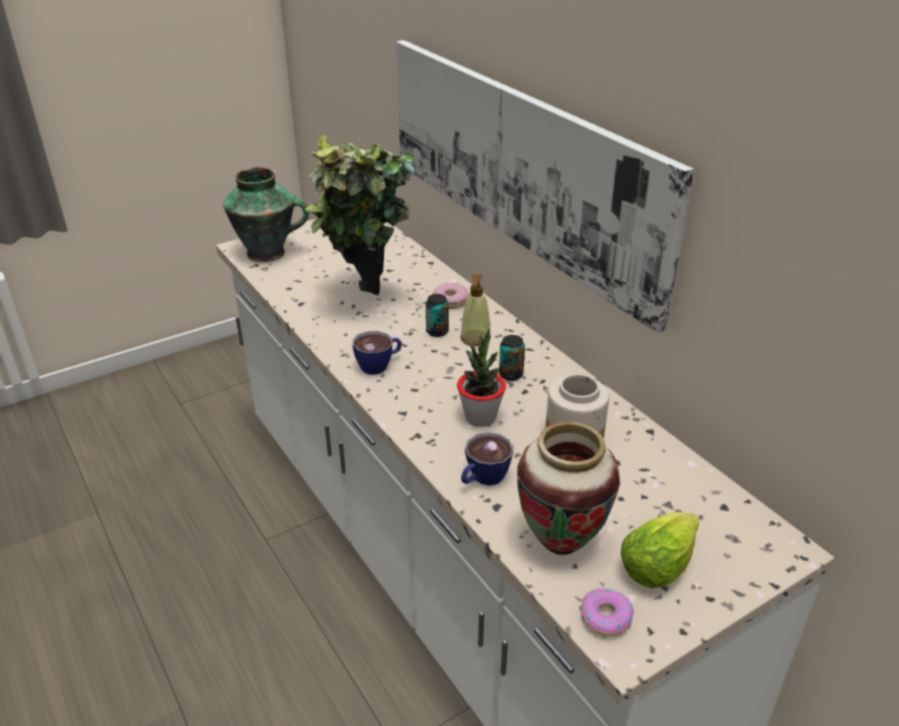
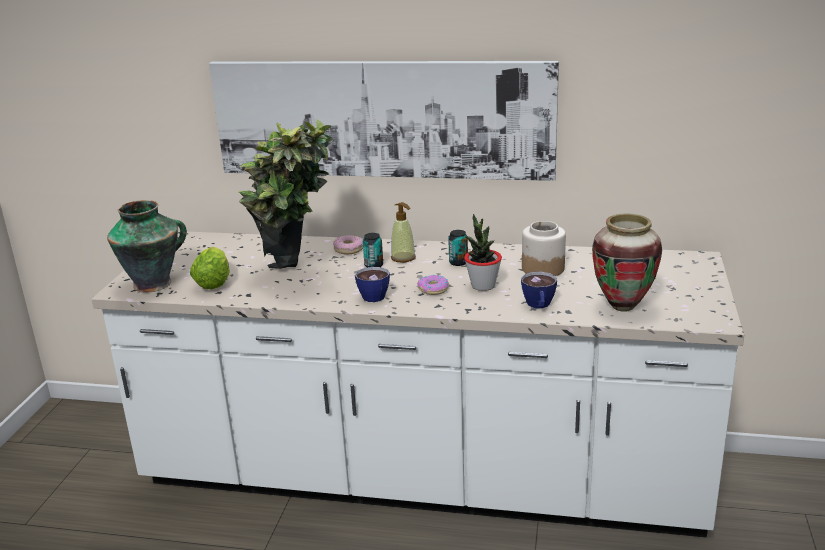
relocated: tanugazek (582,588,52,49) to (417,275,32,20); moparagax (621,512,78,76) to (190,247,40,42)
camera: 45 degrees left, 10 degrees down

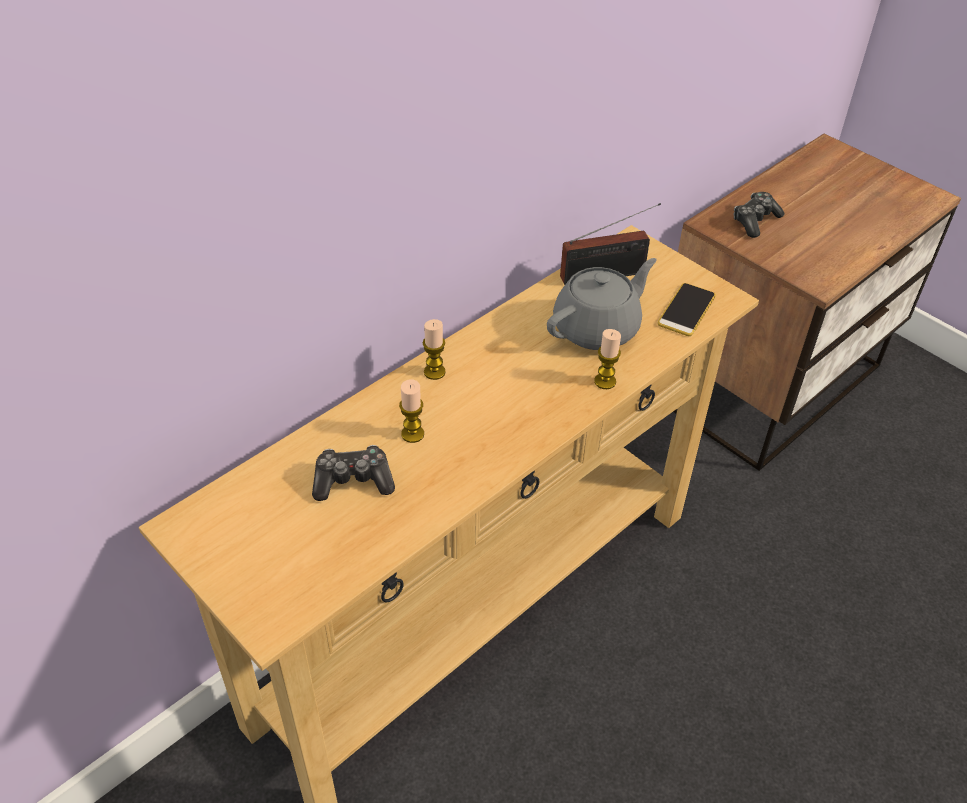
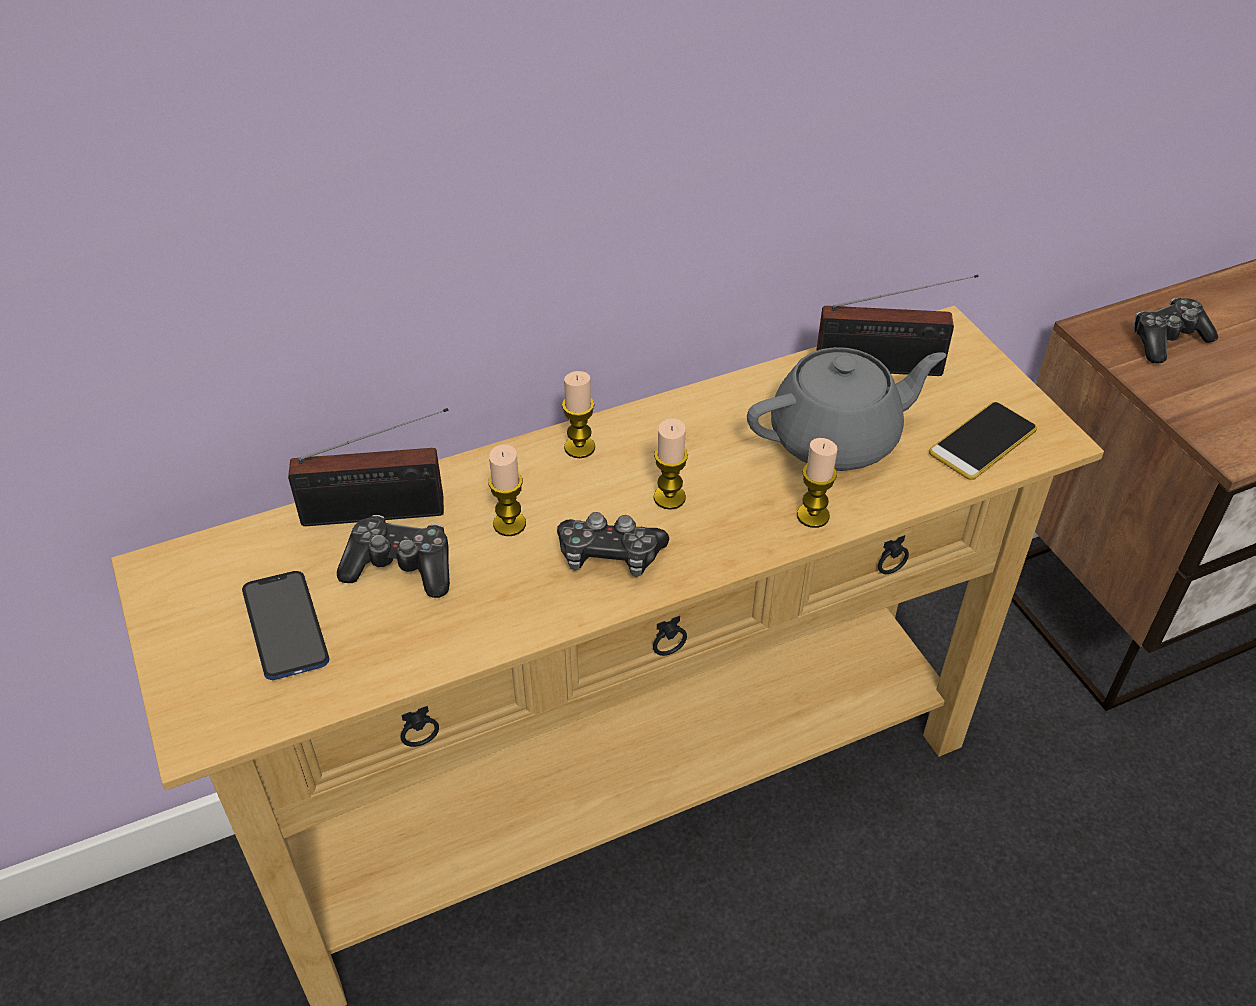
appeared: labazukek (242,571,87,109); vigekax (288,408,160,118); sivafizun (557,512,112,65); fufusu (654,418,34,92)
camera: 20 degrees right, 0 degrees up

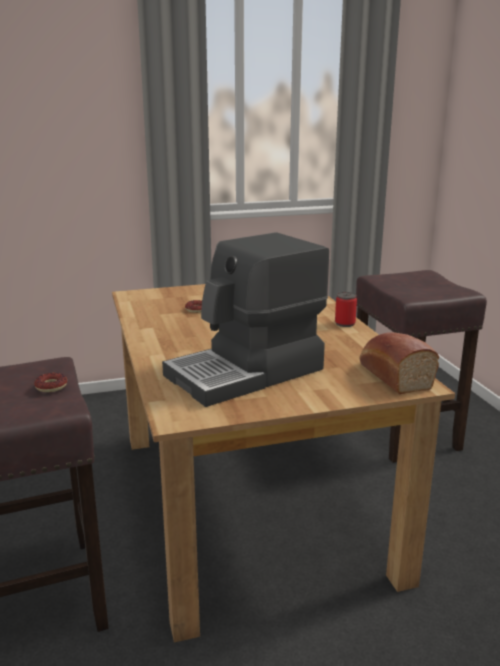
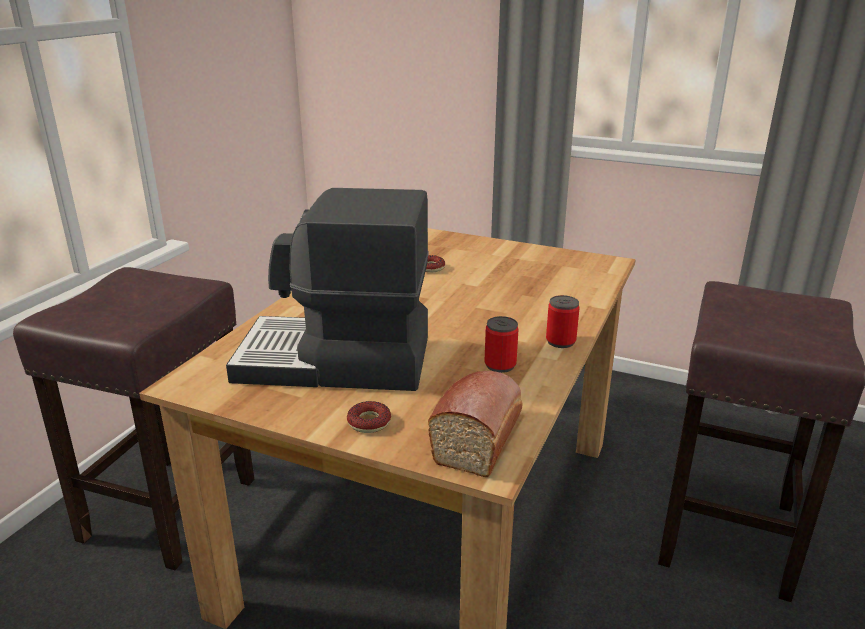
appeared: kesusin (484,316,34,57)
relocated: tanugazek (34,373,33,19) to (347,401,44,32)
camera: 40 degrees right, 5 degrees up

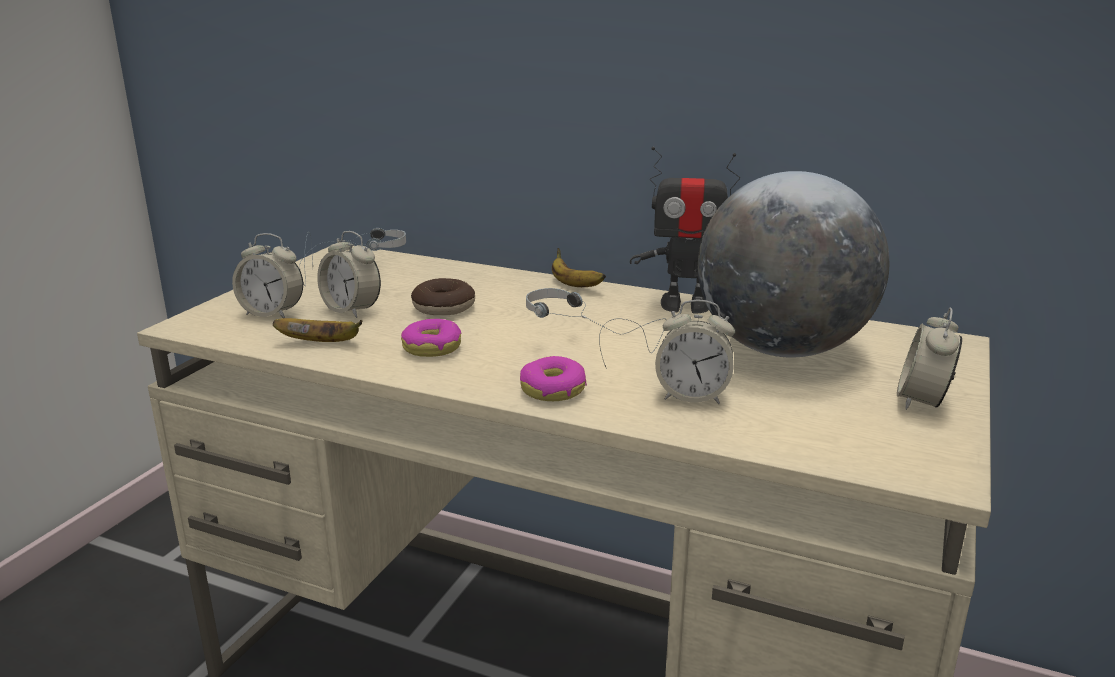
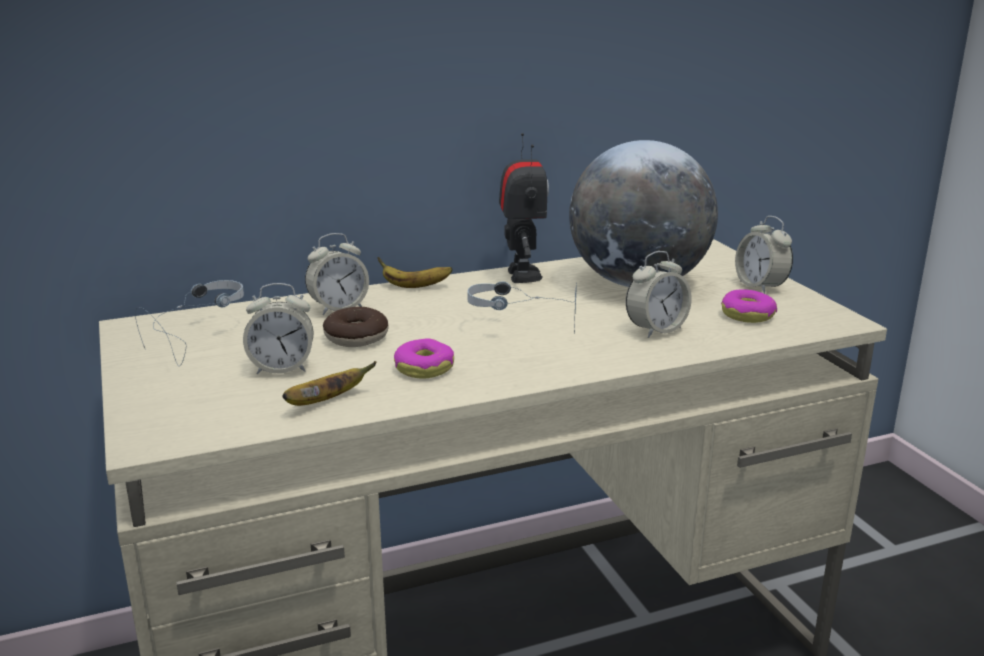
relocated: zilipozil (232,233,71,85) to (305,233,64,82); tanugazek (520,356,67,45) to (721,290,56,33)
spun: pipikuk (630,146,110,168) = (499,133,50,150) 60 degrees counterclockwise
camera: 45 degrees left, 0 degrees up

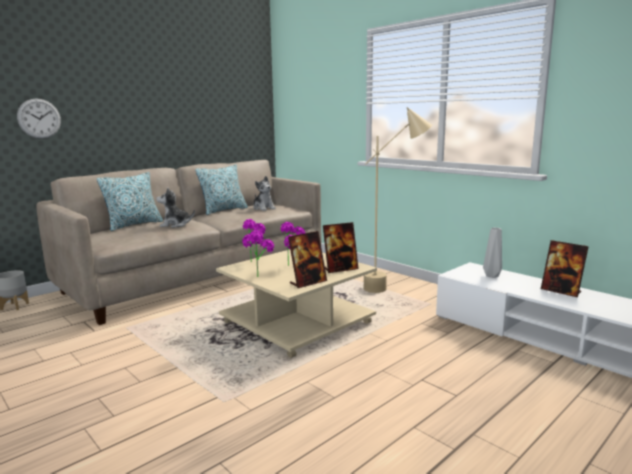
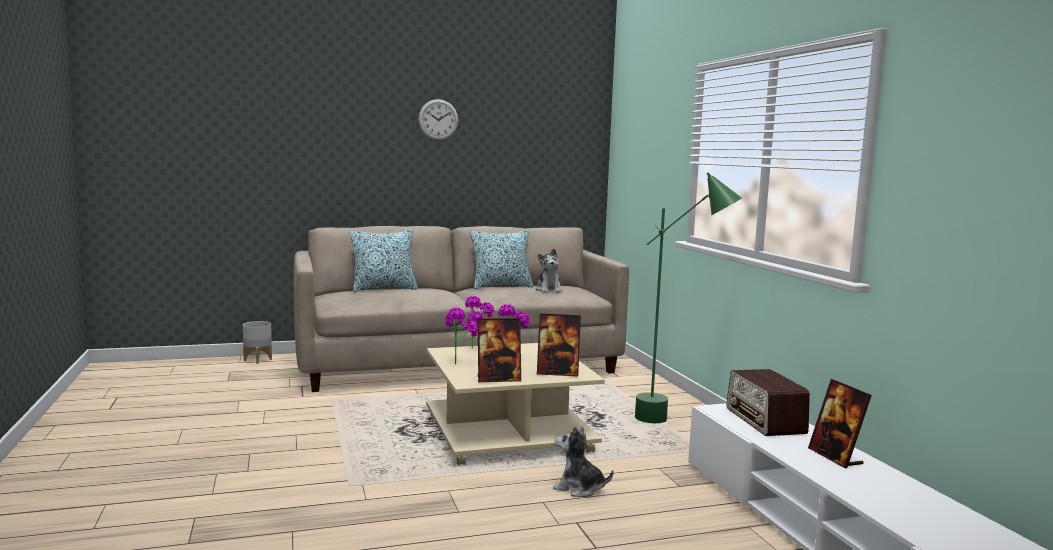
relocated: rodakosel (17,98,44,41) to (418,99,40,42); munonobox (156,188,39,40) to (553,426,61,71)
exchanged: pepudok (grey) (483,228,19,50) to vigekax (726,369,84,67)
colour: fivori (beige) (364,107,68,186) to fivori (green) (635,172,107,251)
camera: 25 degrees right, 5 degrees down

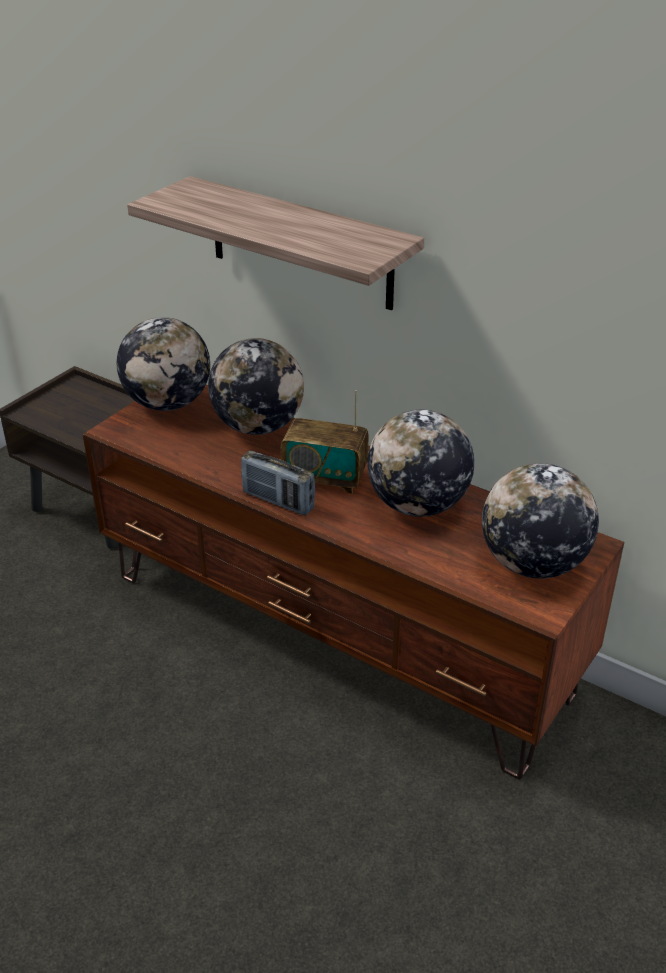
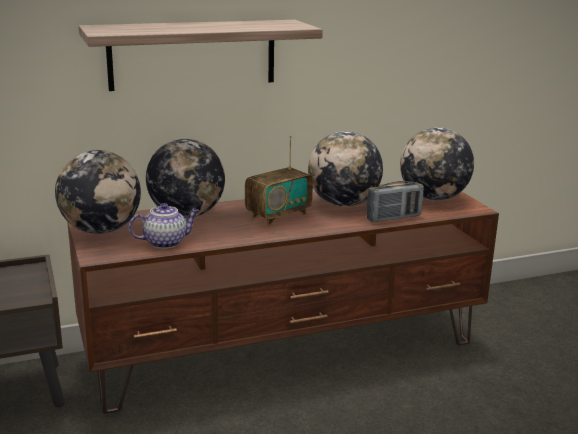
appeared: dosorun (129,203,70,46)
relocated: vigekax (241,451,74,64) to (367,181,57,41)
camera: 55 degrees left, 15 degrees down

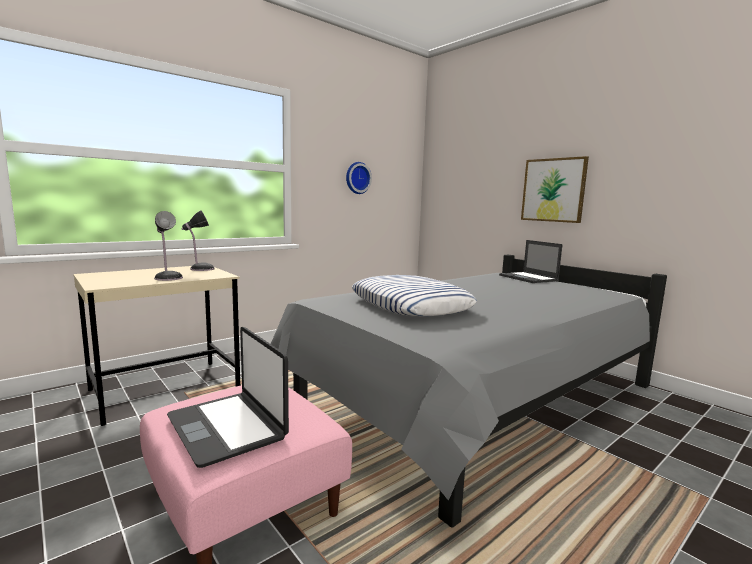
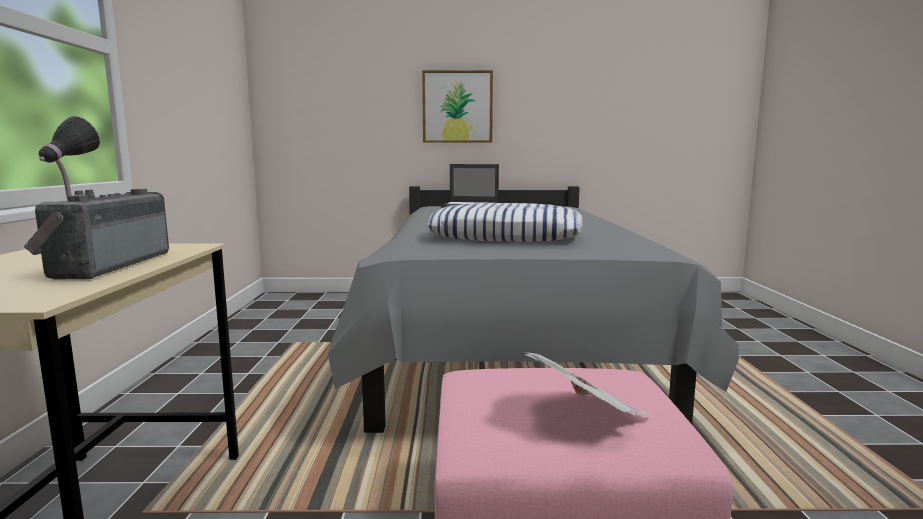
missing: rodakosel (346,162,26,32)
exchanged: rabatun (154,211,29,70) to vigekax (24,189,145,90); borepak (167,327,122,141) to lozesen (524,352,128,64)
camera: 50 degrees left, 0 degrees up

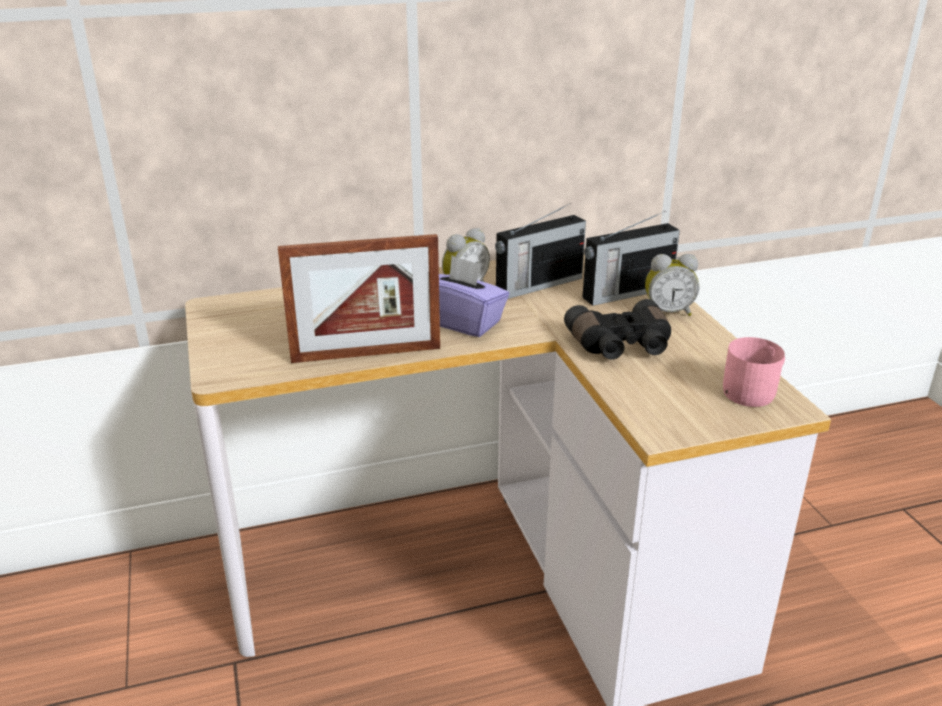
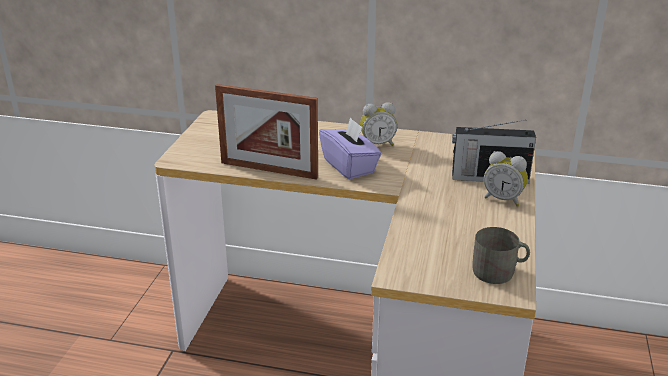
missing: vigekax (495,203,91,96); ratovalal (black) (564,299,107,61)
colour: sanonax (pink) (723,337,62,70) to sanonax (grey) (472,227,58,57)
camera: 30 degrees right, 0 degrees up

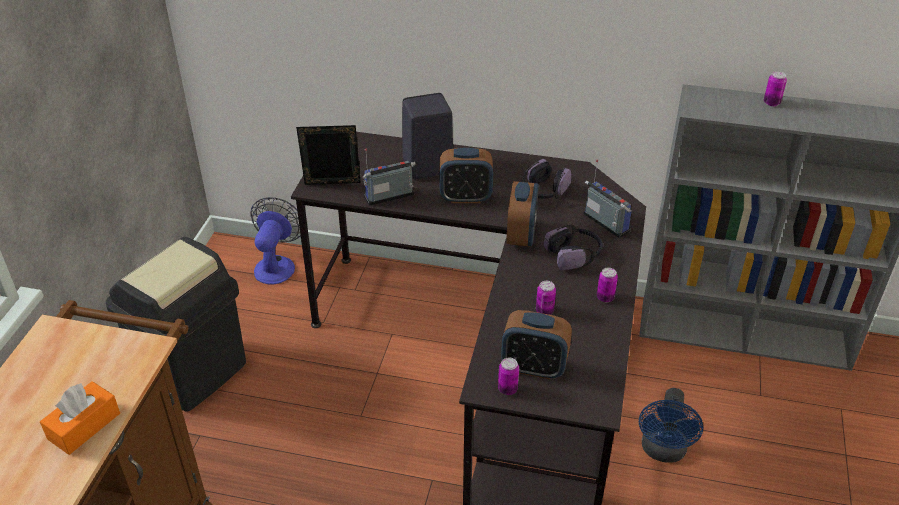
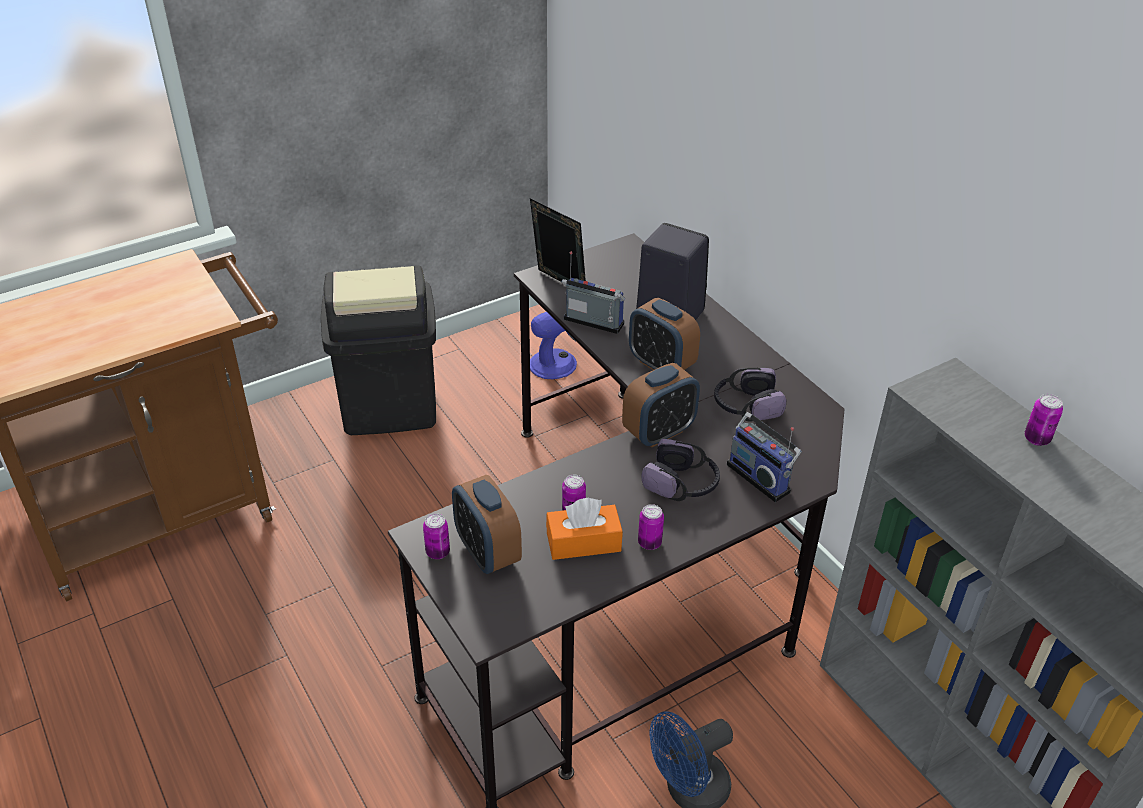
relocated: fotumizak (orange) (40,381,80,74) to (546,498,77,62)
spun: vigekax (584,160,48,78) = (727,412,75,90) 135 degrees clockwise
camera: 45 degrees right, 0 degrees up

